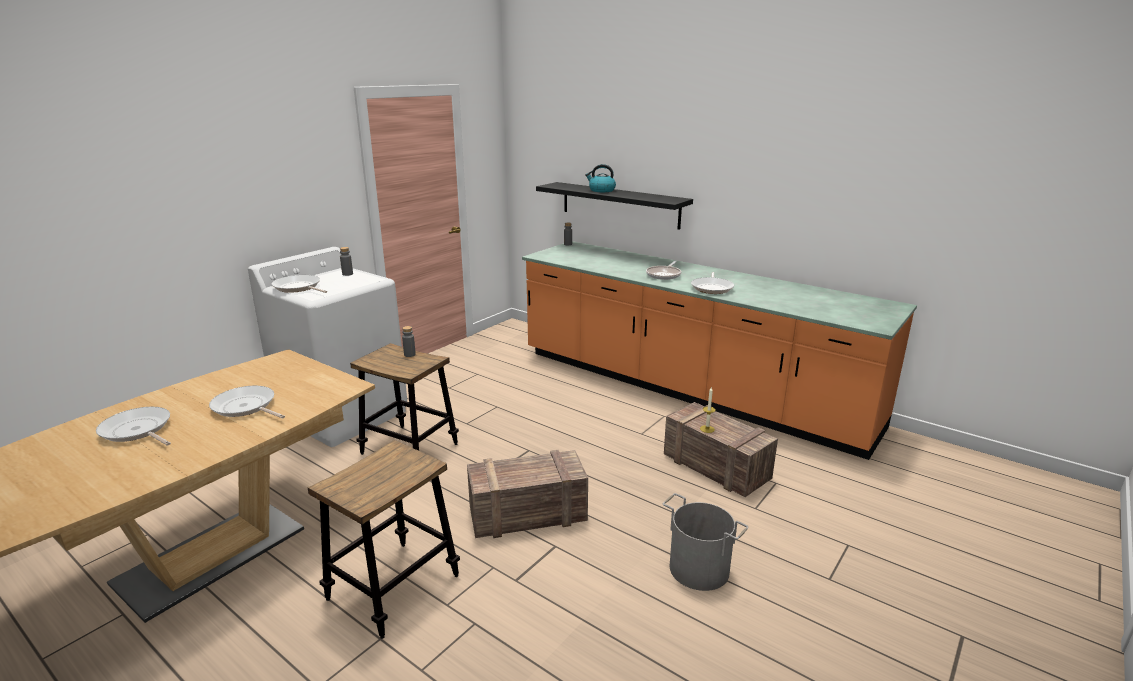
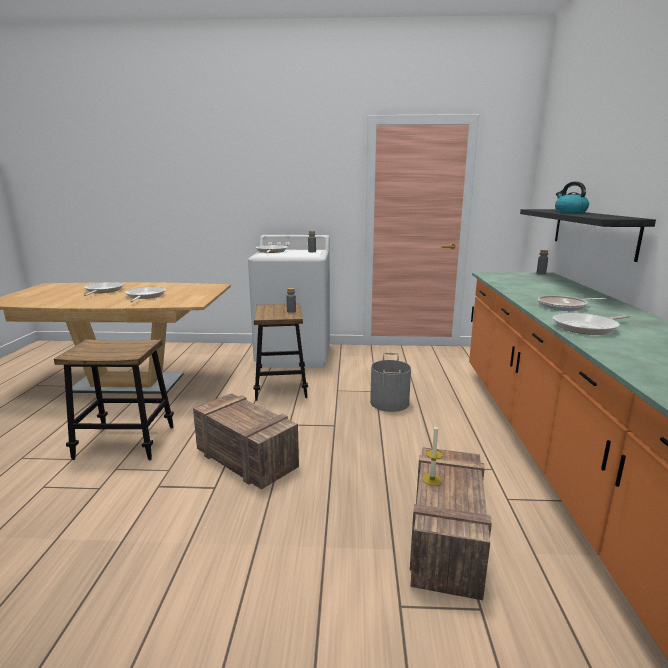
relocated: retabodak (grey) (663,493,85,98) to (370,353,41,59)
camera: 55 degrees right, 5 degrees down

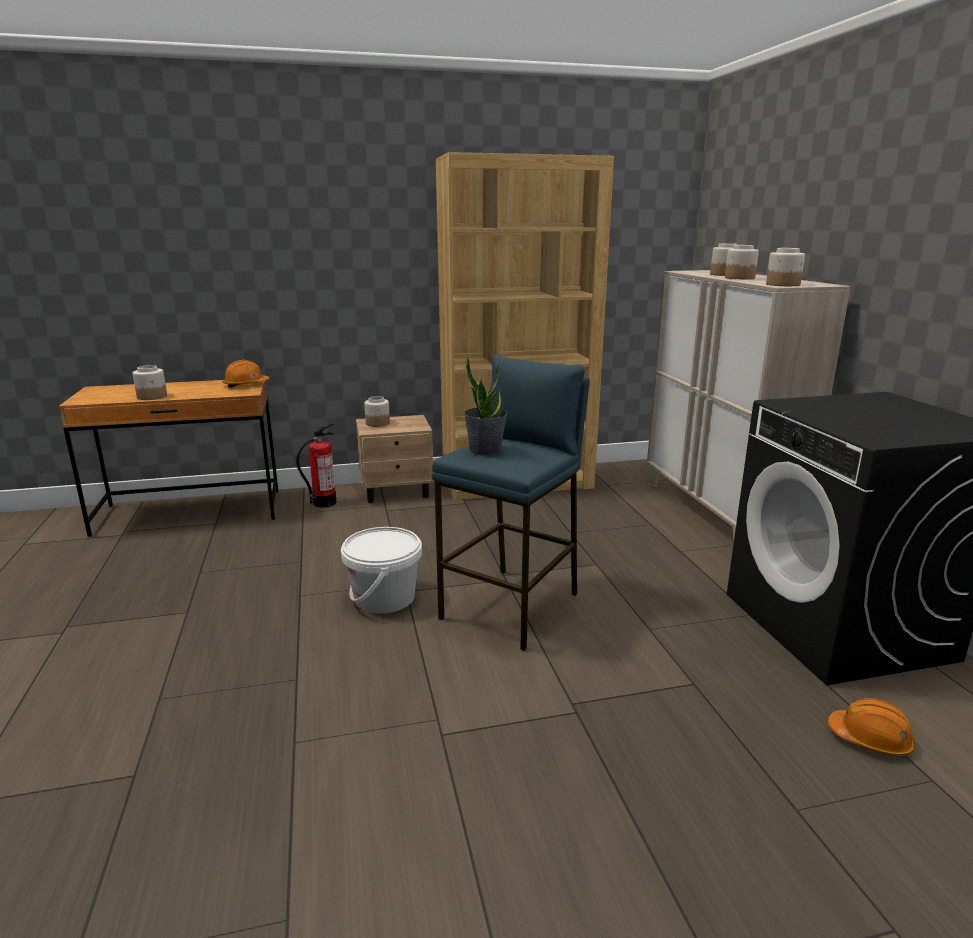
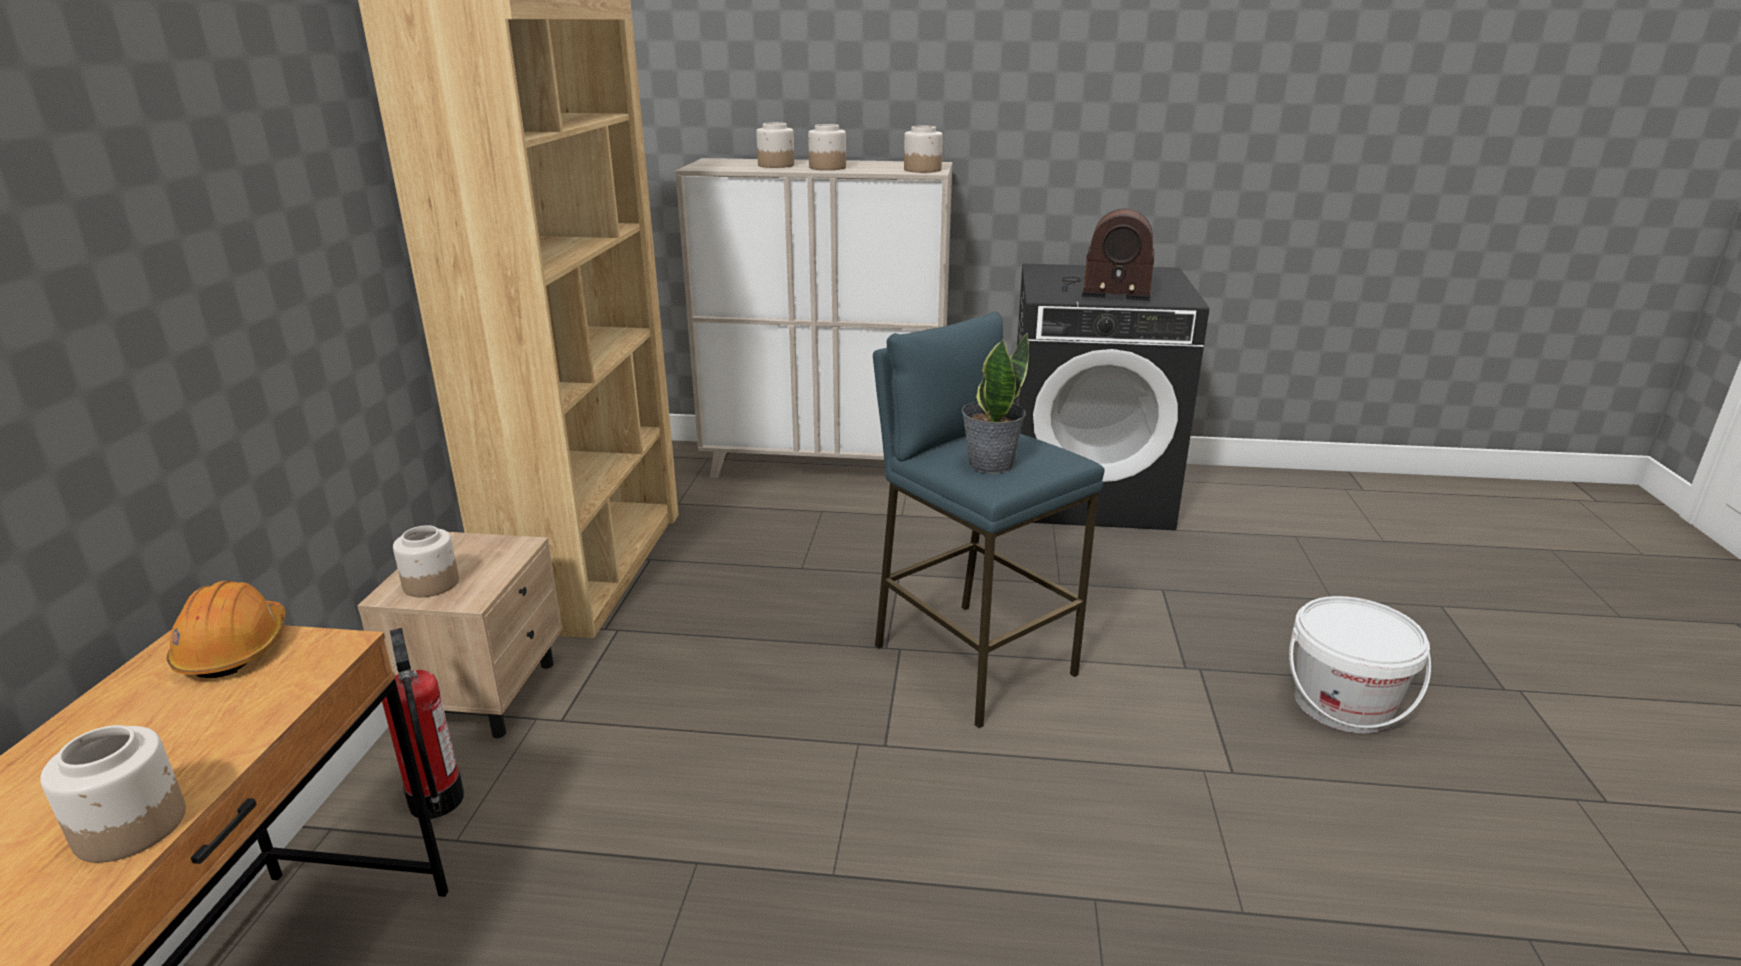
missing: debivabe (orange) (828,698,88,58)
appeared: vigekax (1062,208,92,93)
relocated: retabodak (white) (341,527,81,87) to (1289,596,142,137)
camera: 70 degrees left, 5 degrees up

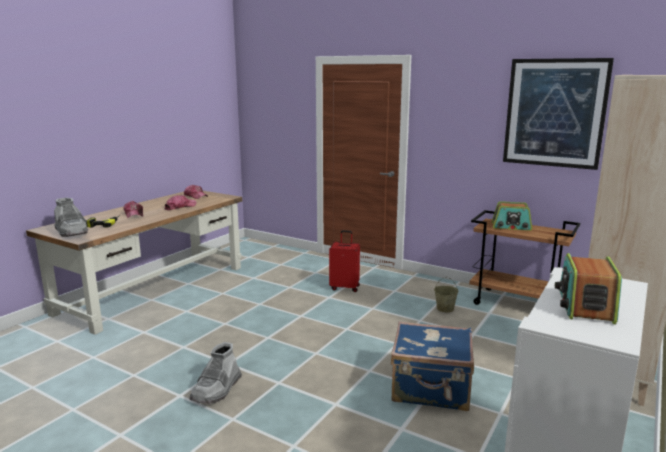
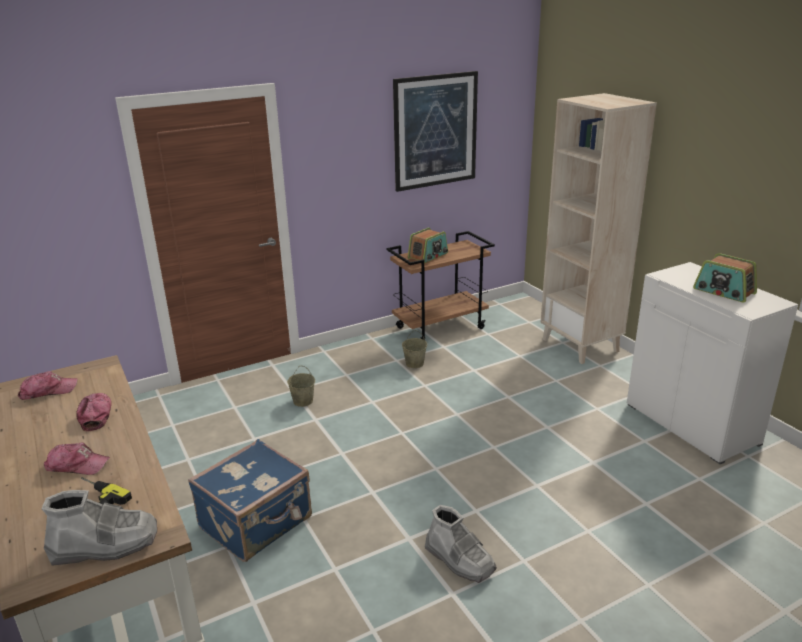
relocated: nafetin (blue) (391,321,83,90) to (188,439,124,123)
exchanged: nafetin (red) (329,230,31,62) to retabodak (beige) (287,366,28,41)
camera: 60 degrees left, 10 degrees up

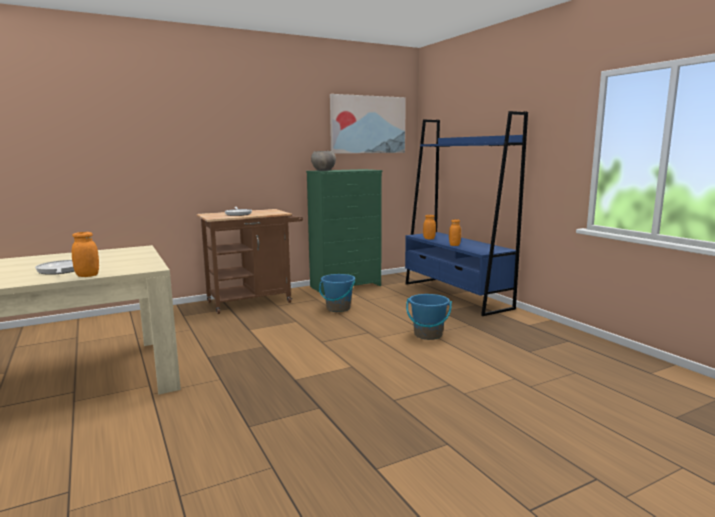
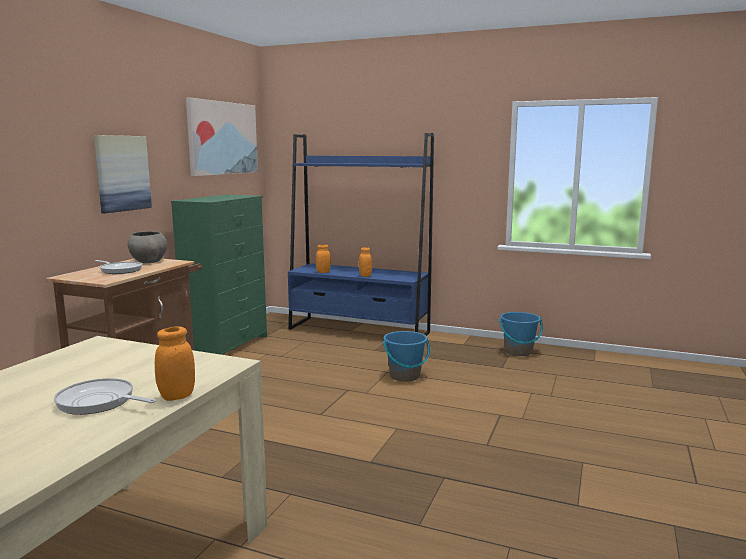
appeared: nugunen (94,135,58,78)
relocated: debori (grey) (311,151,25,20) to (128,231,39,32); retabodak (blue) (319,274,36,38) to (499,312,44,44)
camera: 40 degrees left, 0 degrees up

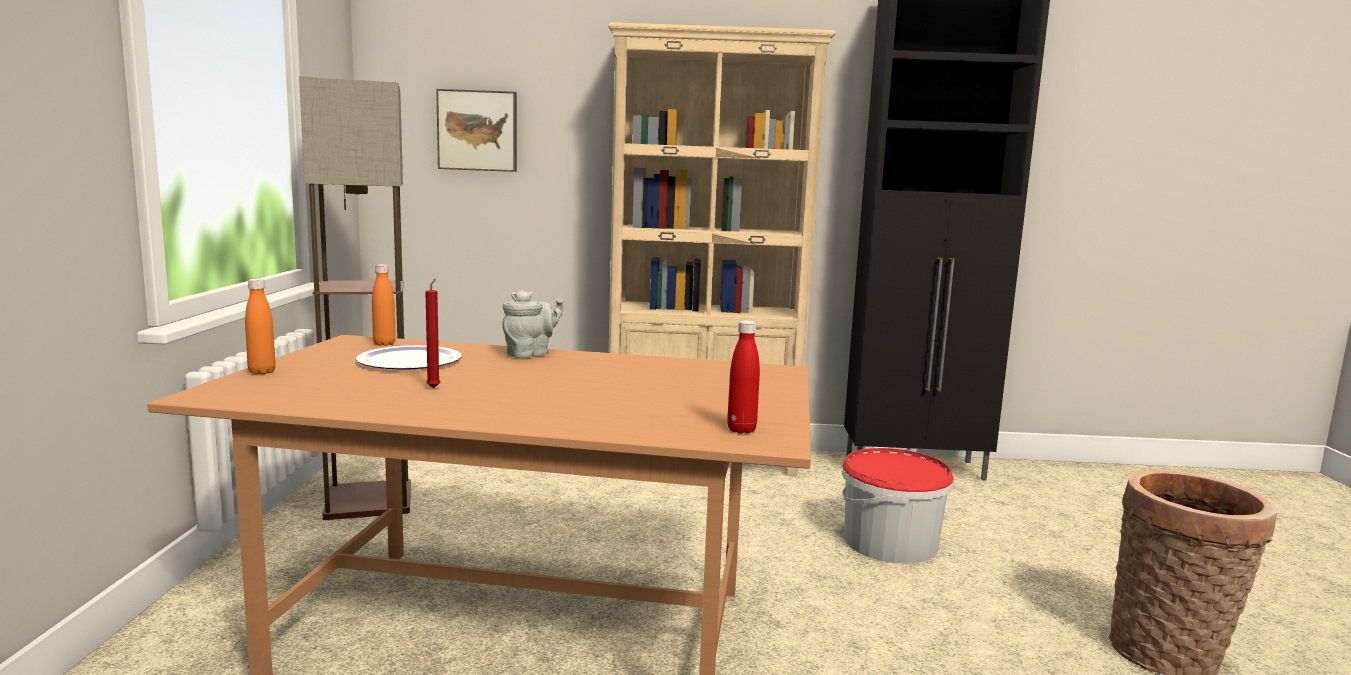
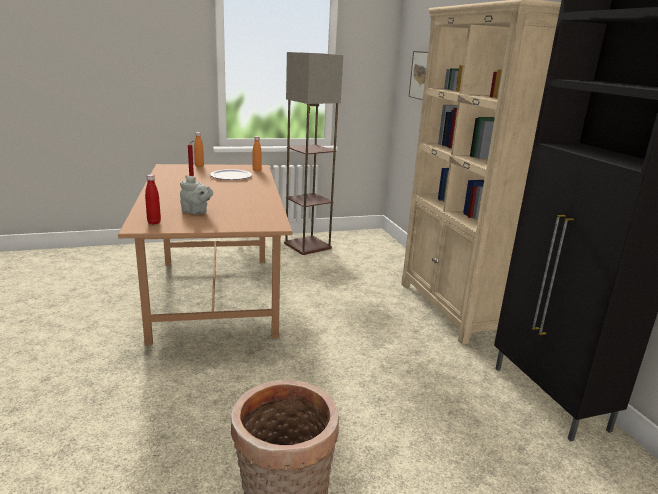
missing: retabodak (842,448,112,116)
relocated: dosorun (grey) (502,290,61,68) to (180,175,33,39)
camera: 70 degrees right, 10 degrees up

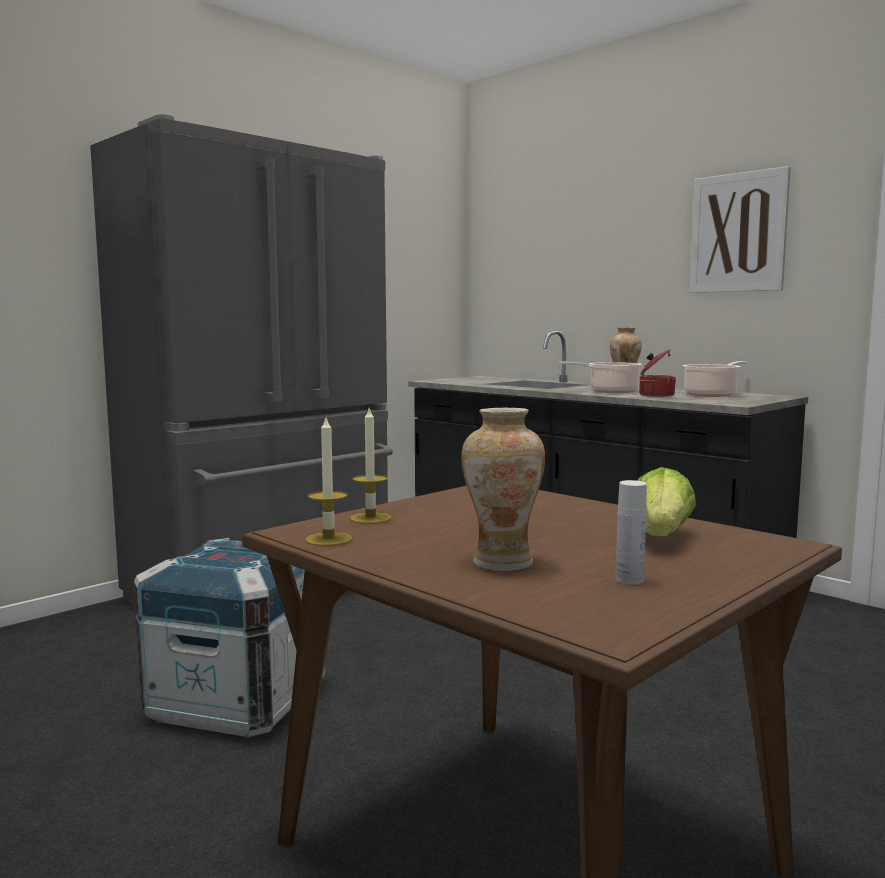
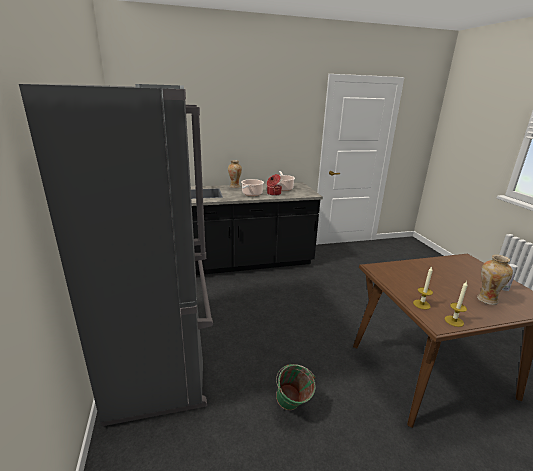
missing: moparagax (637,467,59,69); nugunen (690,166,101,127)
exchanged: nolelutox (134,538,192,200) to retabodak (green) (276,364,40,46)
camera: 60 degrees left, 15 degrees up

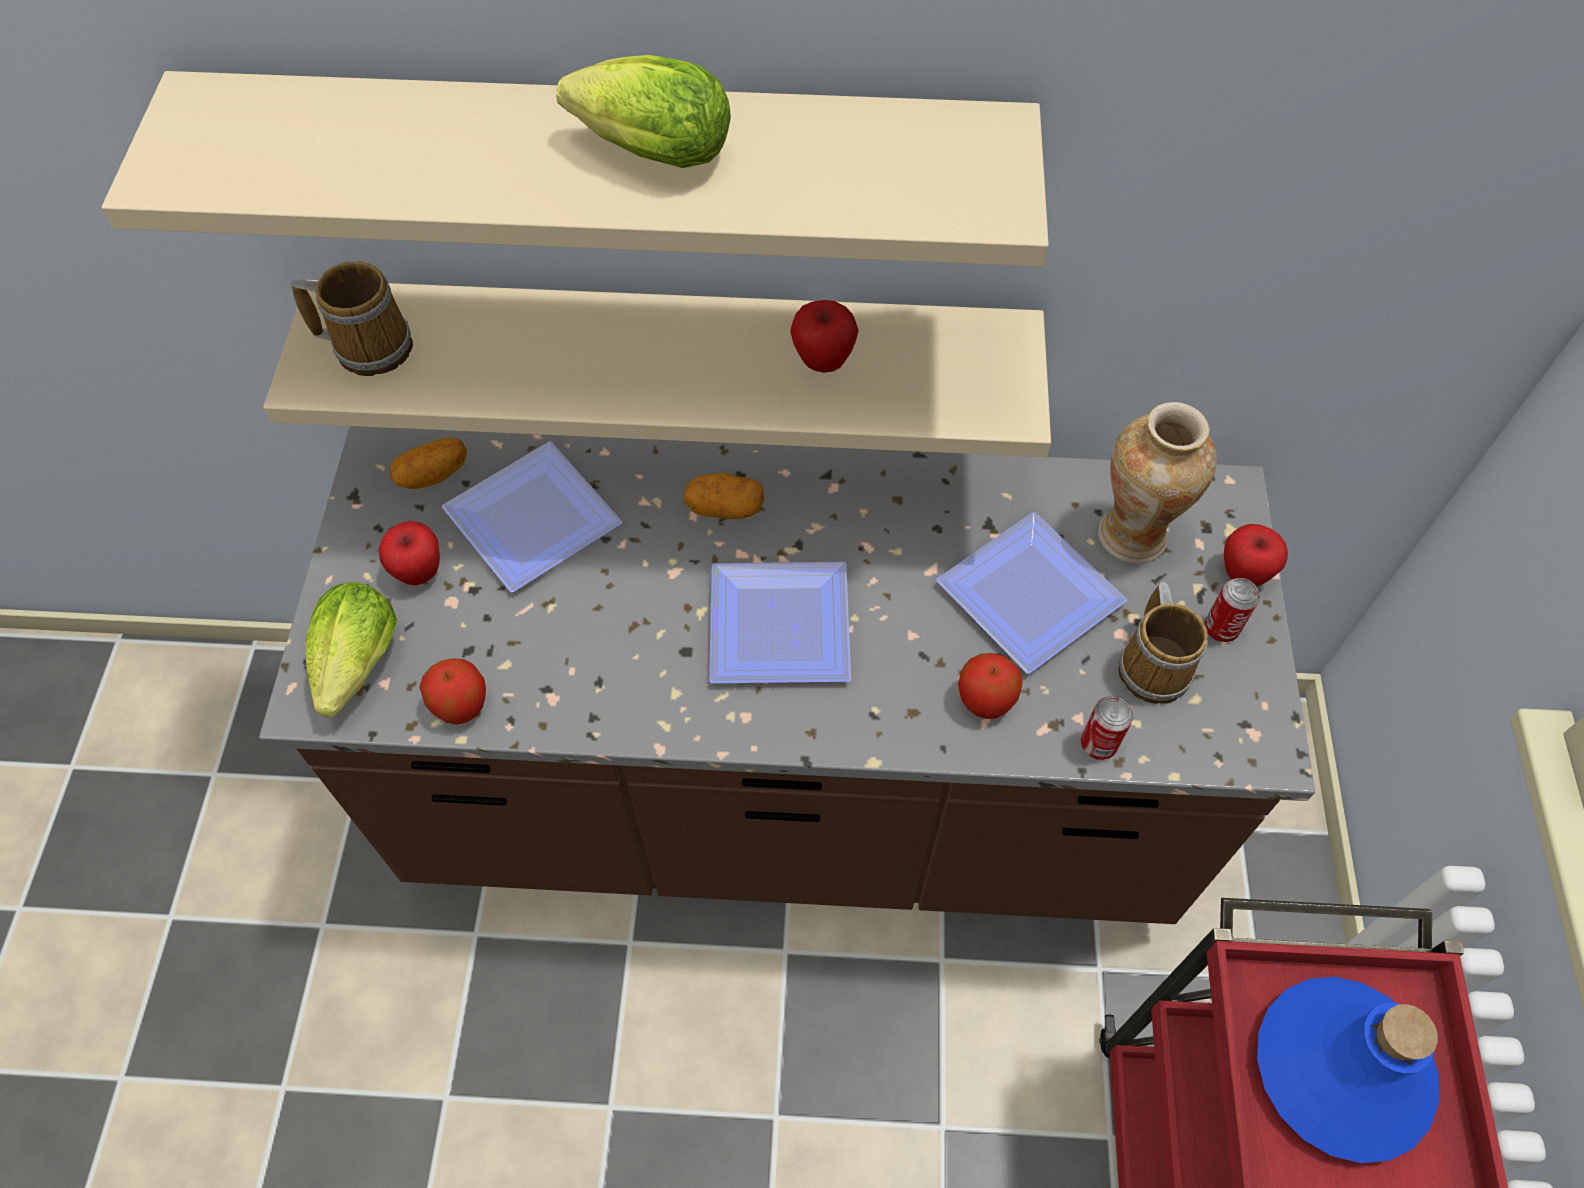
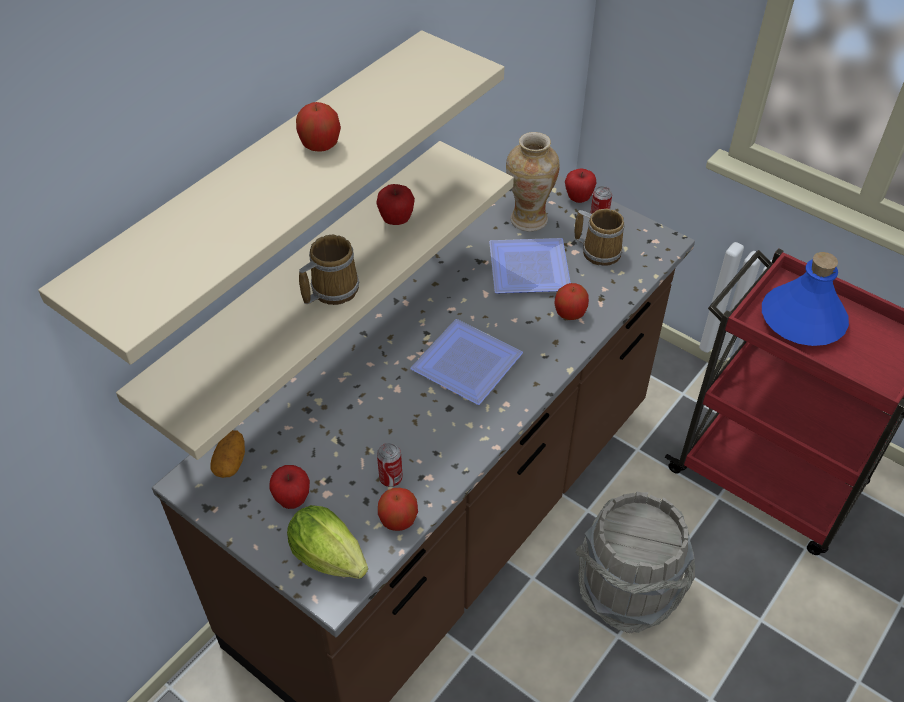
missing: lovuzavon (442,442,180,150); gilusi (684,473,80,46)
appeared: retabodak (grey) (575,491,120,143)
relocated: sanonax (291,261,122,115) to (299,235,60,70); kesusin (1081,696,52,64) to (377,443,26,44)
exchanged: moparagax (556,55,175,113) to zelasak (296,102,45,50)
camera: 55 degrees left, 10 degrees down

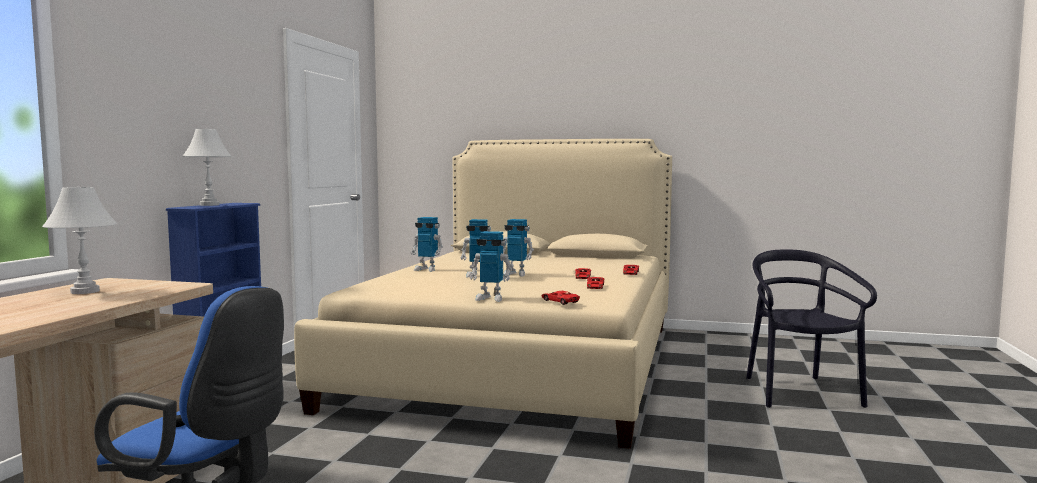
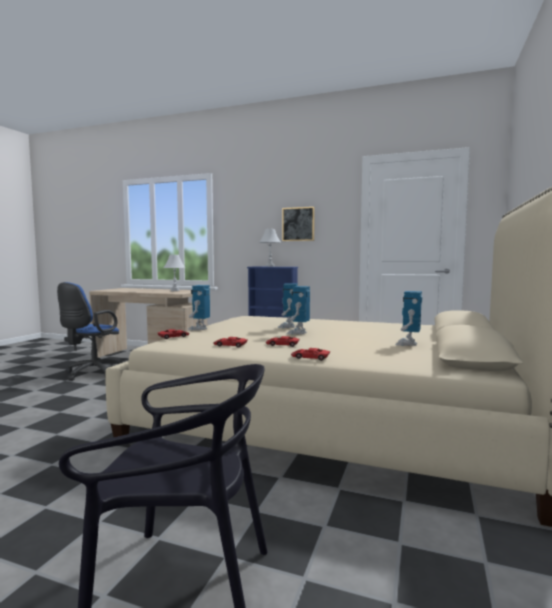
appeared: nugunen (282,207,33,34)
relocated: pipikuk (411,217,32,55) to (396,291,26,55)
camera: 95 degrees right, 0 degrees up

